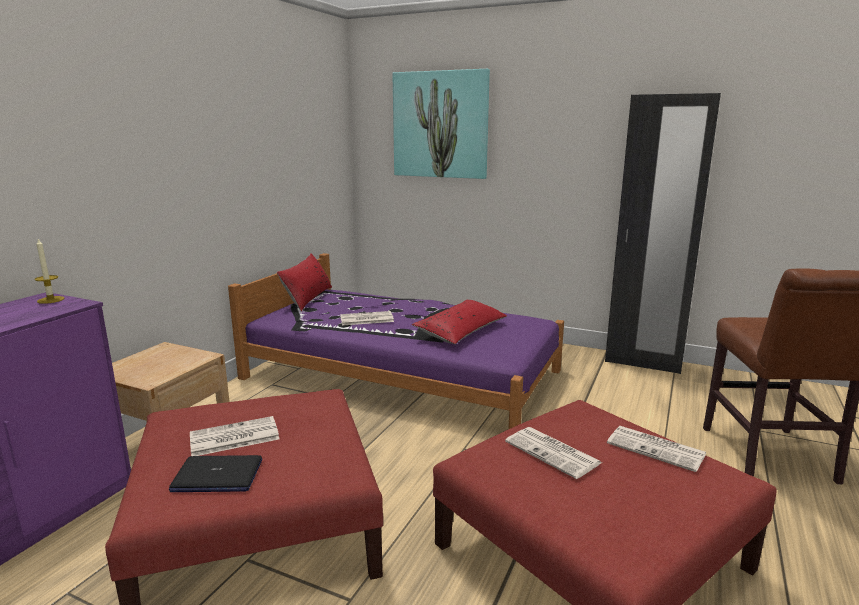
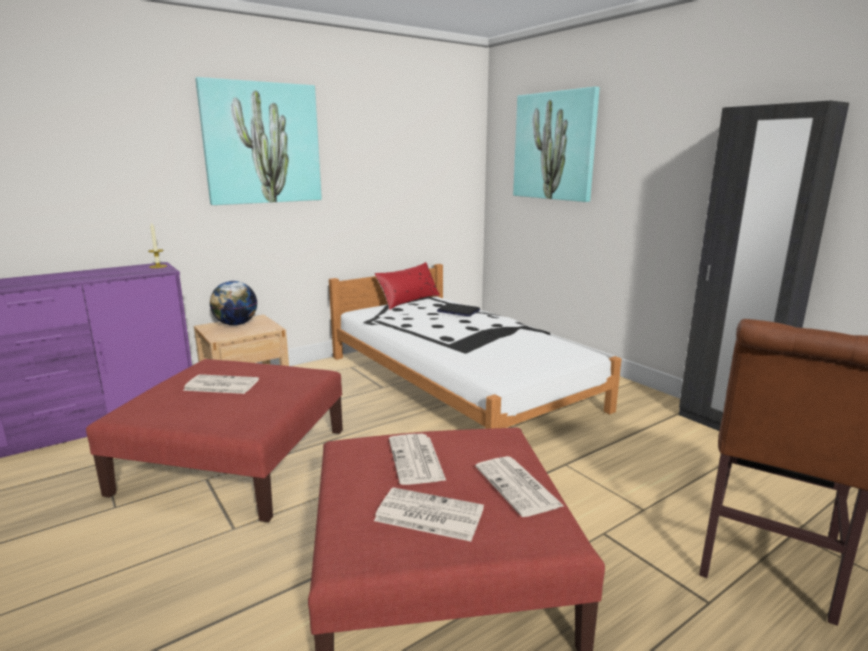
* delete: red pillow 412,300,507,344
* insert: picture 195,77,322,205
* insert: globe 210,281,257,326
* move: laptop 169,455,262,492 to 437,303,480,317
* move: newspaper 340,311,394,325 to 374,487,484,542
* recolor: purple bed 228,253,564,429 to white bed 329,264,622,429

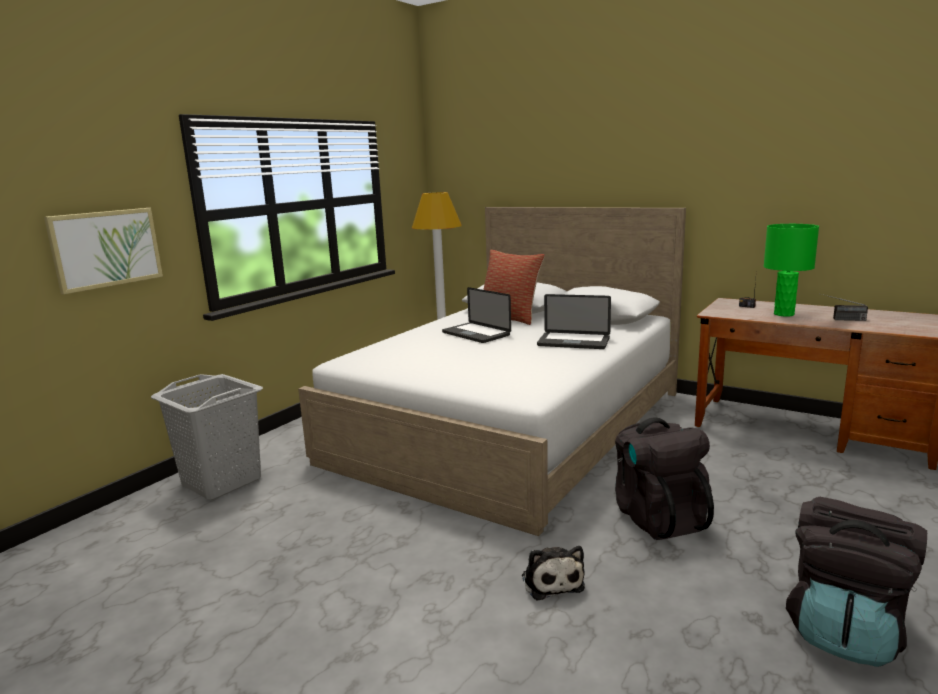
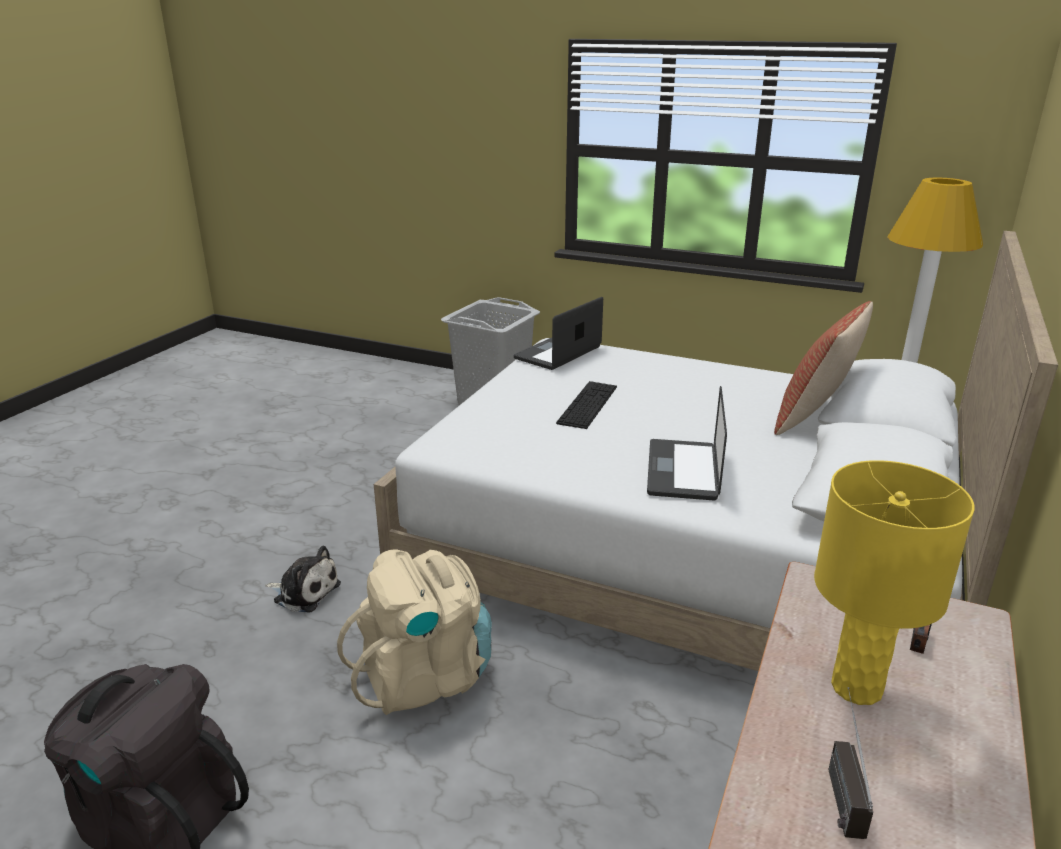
* delete: picture 44,208,163,294
* insert: keyboard 556,381,617,429
* move: laptop 442,287,511,343 to 514,297,603,370
* recolor: black backpack 615,418,714,540 to beige backpack 337,549,492,715
* recolor: green table lamp 764,224,819,317 to yellow table lamp 814,460,974,705
* rotate: plush toy 522,546,585,600 = 265,546,341,612 135 degrees counterclockwise

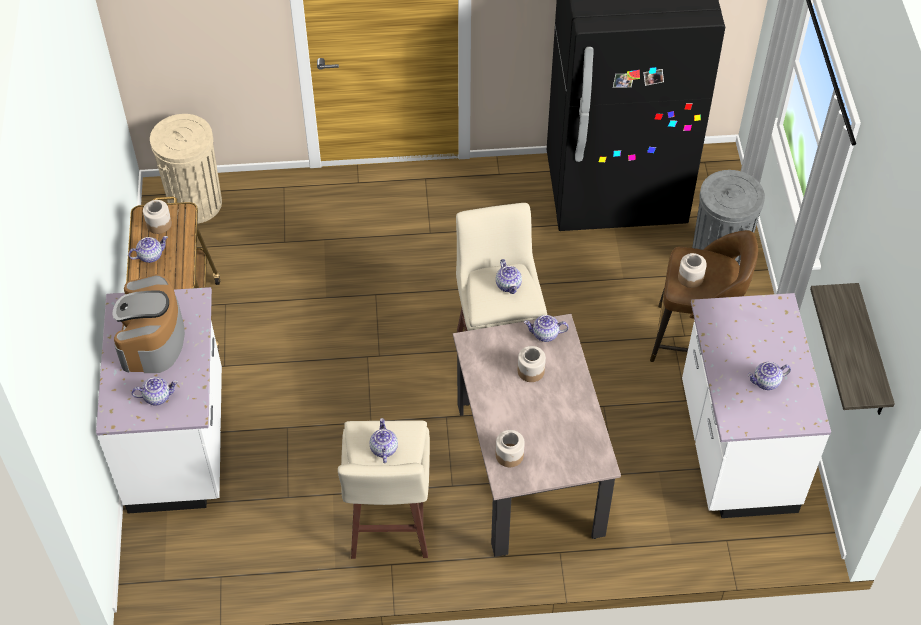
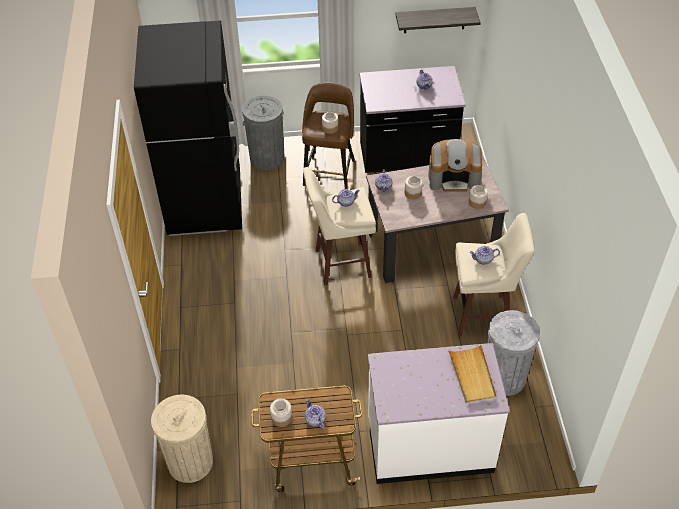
* insert: grey trash can 487,310,540,396
* move: coffee machine 113,274,185,373 to 428,139,482,192
* replace: teapot 131,377,178,405 to beige tray 448,345,496,403
* recolor: white counter 682,293,831,518 to black counter 359,66,466,173

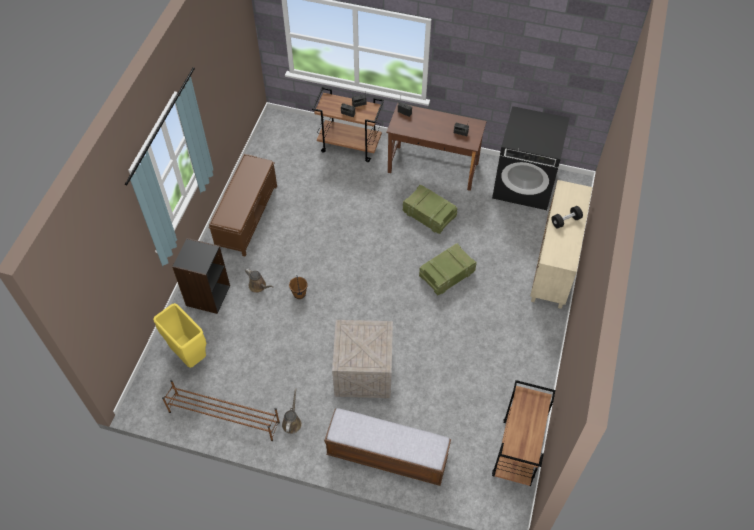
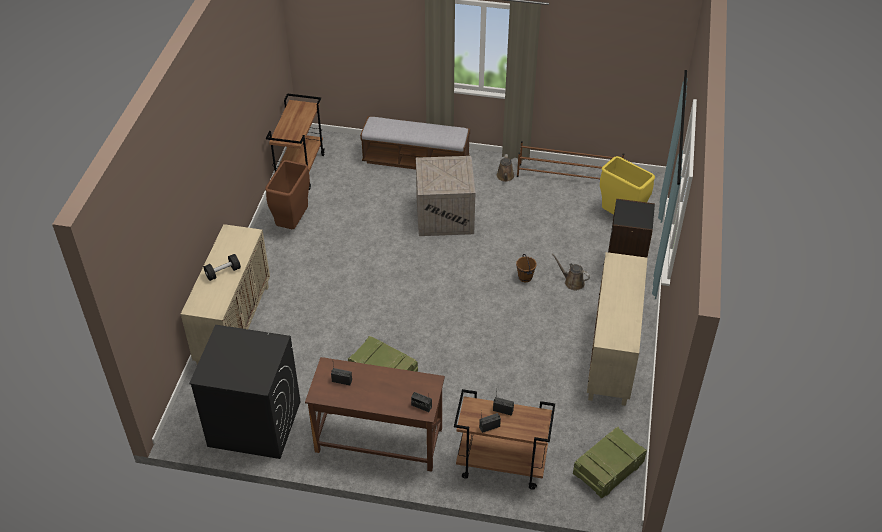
* insert: brown trash can 265,160,310,229
* move: crate 419,243,477,296 to 573,427,647,498
* replace: brown bench 208,154,277,257 to beige cabinet 587,252,648,406

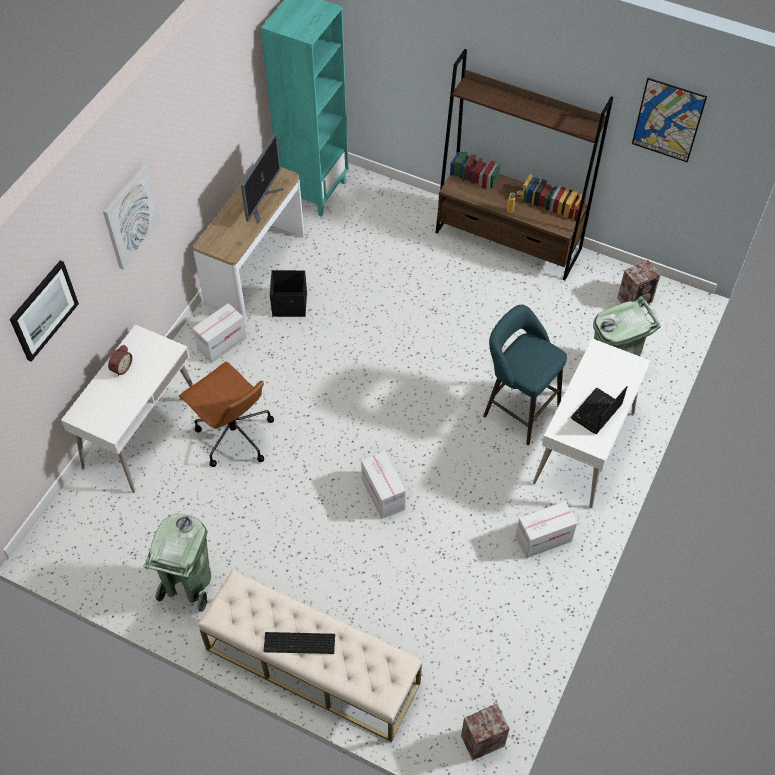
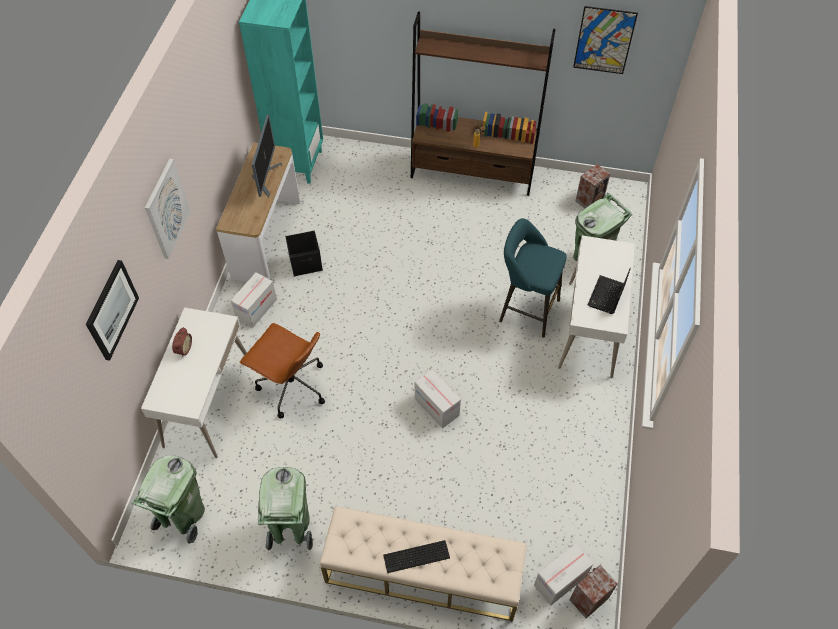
* insert: green trash can 132,455,205,544
* move: cardboard box 515,501,577,558 to 534,544,593,606

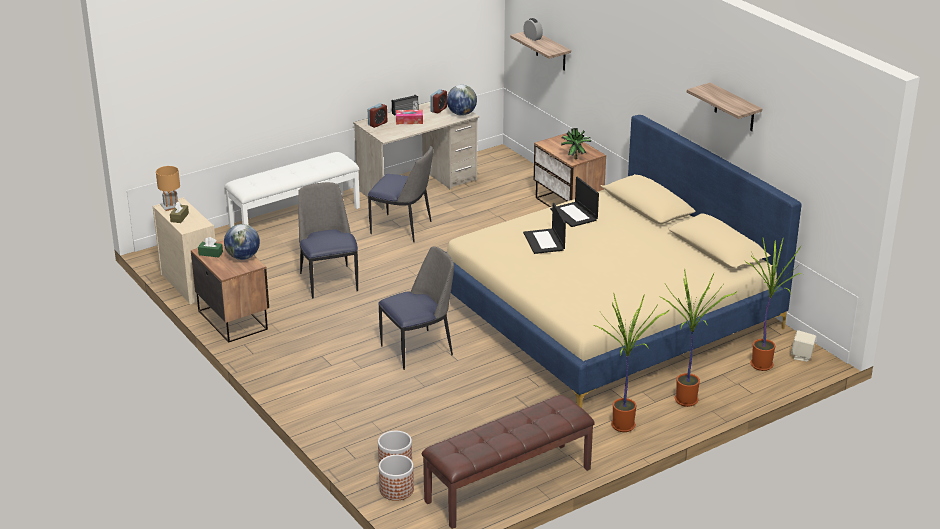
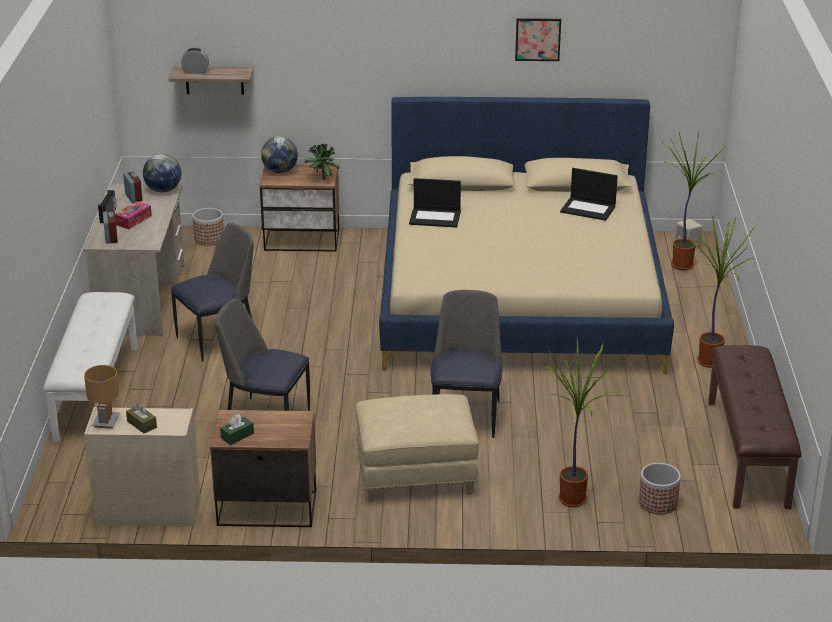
* insert: beige ottoman 356,394,479,502
* move: globe 224,224,260,260 to 261,136,298,173
* move: planter 379,455,414,501 to 192,208,224,246
* move: laptop 523,203,566,254 to 560,168,618,221
* move: potted plant 658,268,737,407 to 543,337,620,507
* replace: shelf 687,83,762,131 to picture 515,18,561,61

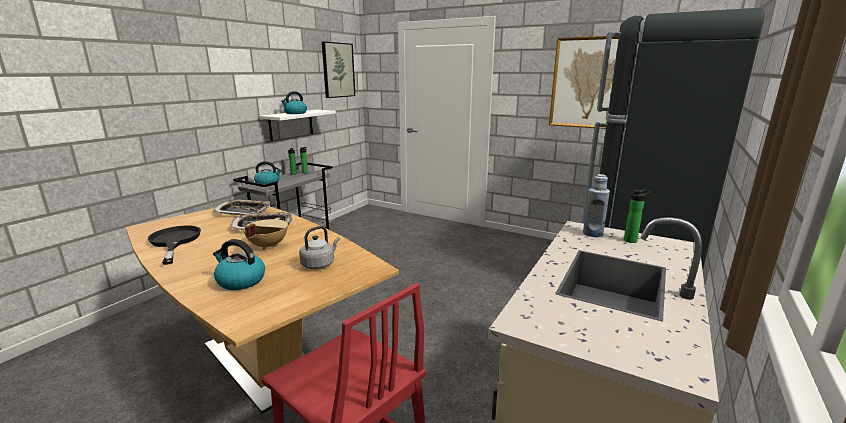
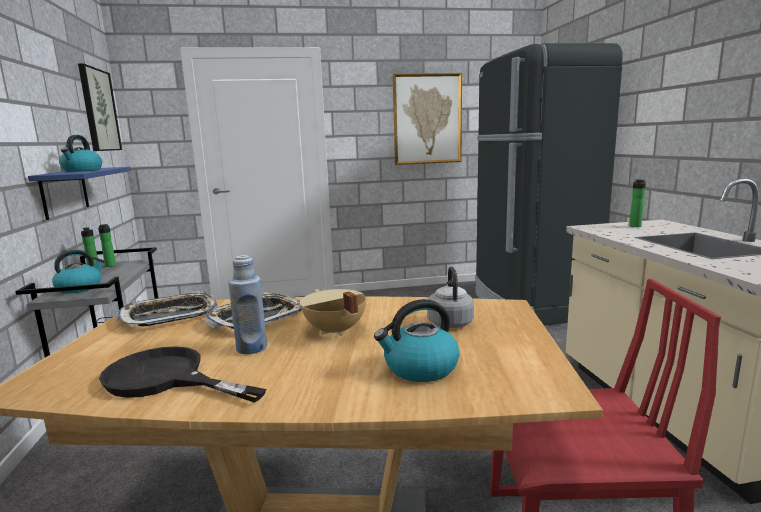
* move: blue bottle 583,174,610,237 to 228,255,267,354
* recolor: white shelf 260,110,336,141 to blue shelf 28,167,131,220

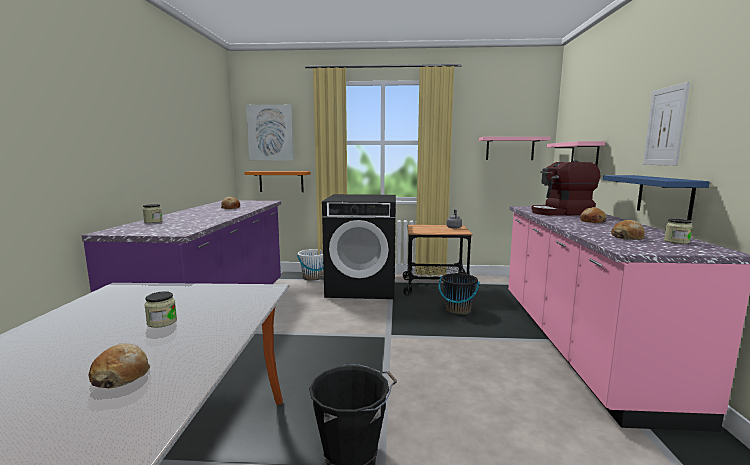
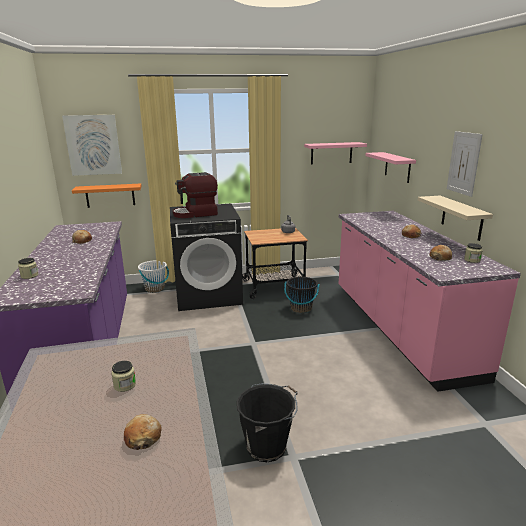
* move: coffee machine 531,161,600,216 to 173,172,218,218
* recolor: blue shelf 603,175,709,220 to beige shelf 418,196,493,241

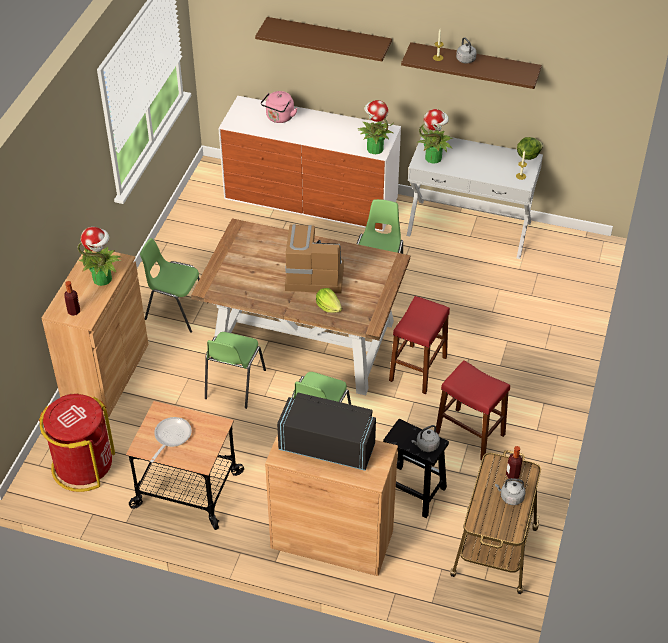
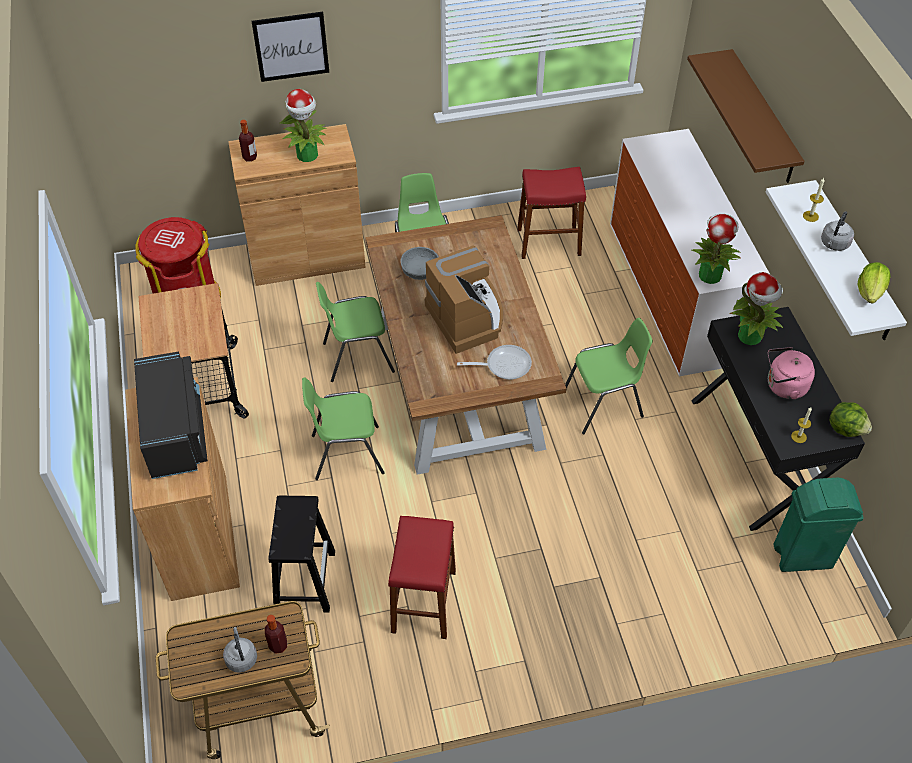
* delete: grey kettle 411,425,440,452
* insert: picture 251,12,329,82
* insert: grey bowl 400,247,439,280
* insert: green trash can 773,478,864,572
* move: frying pan 150,417,192,463 to 457,345,532,380
* move: pink kettle 261,91,298,123 to 768,347,815,399
* move: lettuce 316,288,342,313 to 858,262,890,304
* move: red stool 389,296,450,394 to 517,167,586,259
* recolor: brown shelf 401,42,542,89 to white shelf 766,180,907,340
* recolor: white console table 407,133,543,259 to black console table 691,307,865,531

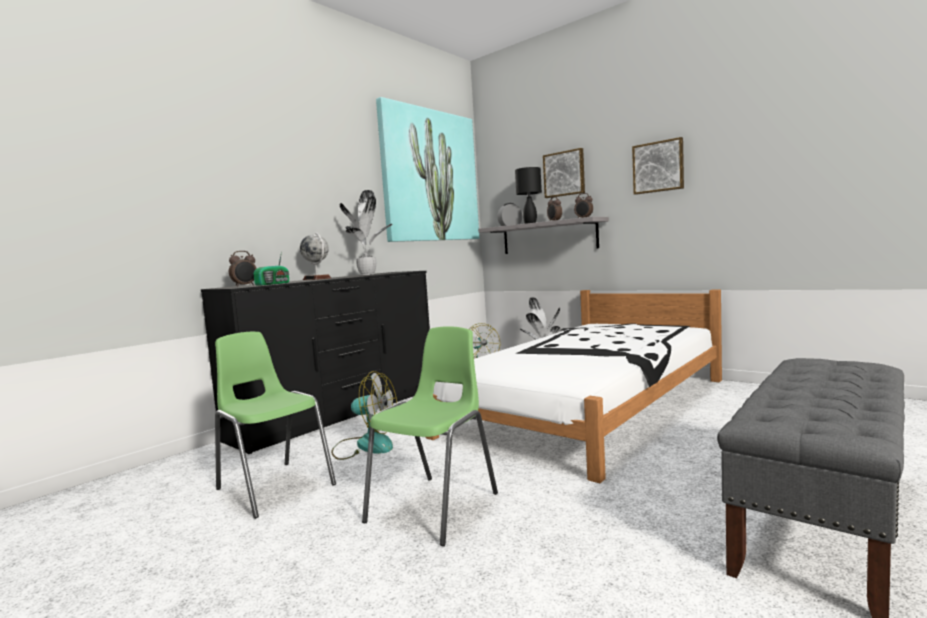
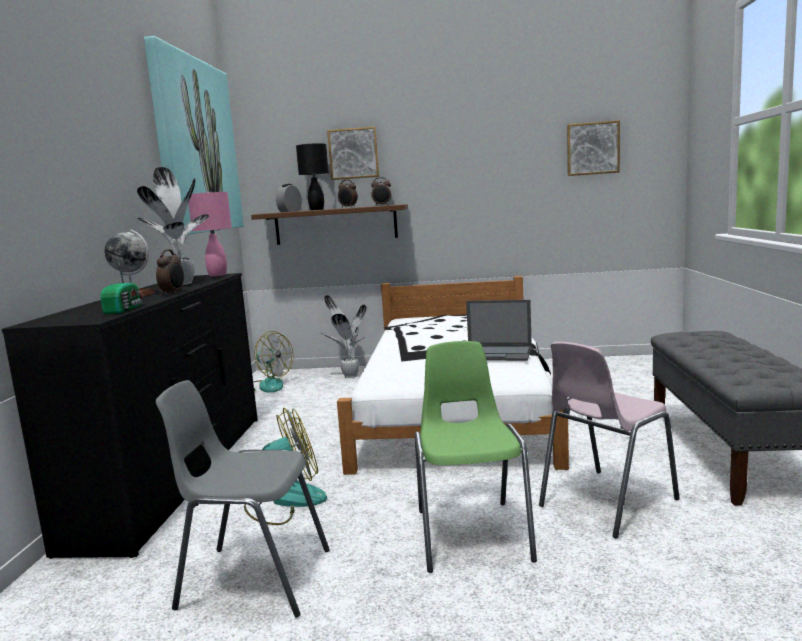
* insert: pink table lamp 189,192,232,276
* insert: laptop 466,300,532,361
* insert: pink chair 539,342,680,539
* move: alarm clock 229,251,257,287 to 156,249,184,294
* move: picture 632,137,684,195 to 567,120,620,176
* recolor: green chair 215,332,336,519 to grey chair 156,380,330,618
* recolor: grey shelf 478,217,609,254 to brown shelf 251,204,408,245

